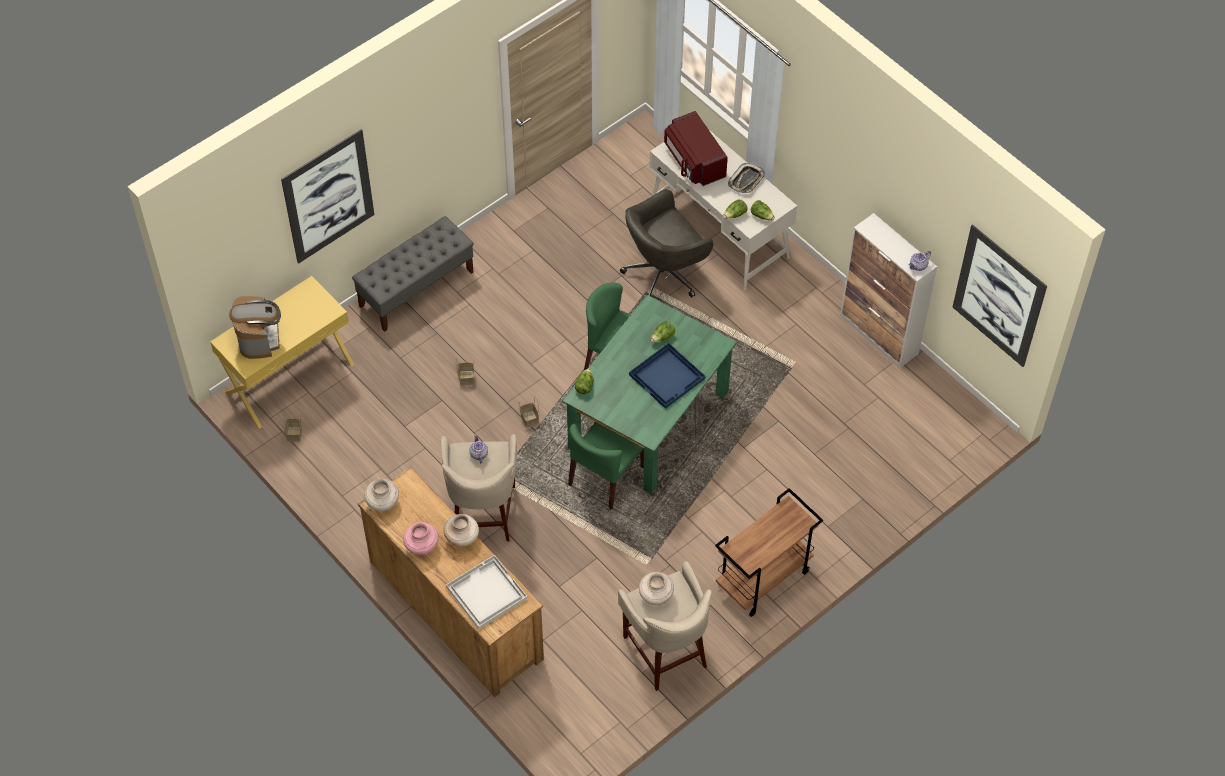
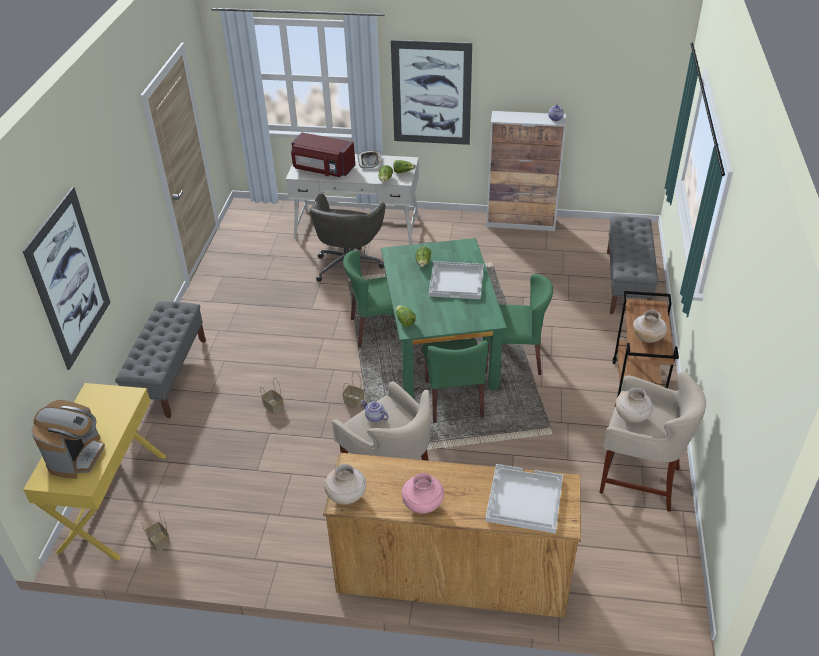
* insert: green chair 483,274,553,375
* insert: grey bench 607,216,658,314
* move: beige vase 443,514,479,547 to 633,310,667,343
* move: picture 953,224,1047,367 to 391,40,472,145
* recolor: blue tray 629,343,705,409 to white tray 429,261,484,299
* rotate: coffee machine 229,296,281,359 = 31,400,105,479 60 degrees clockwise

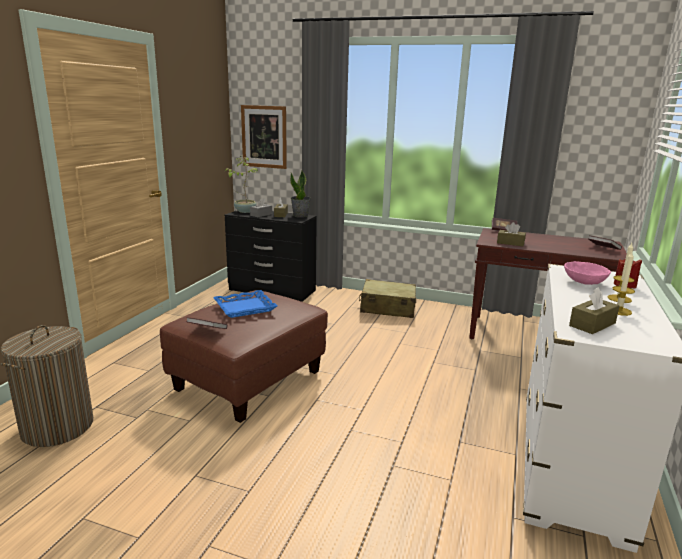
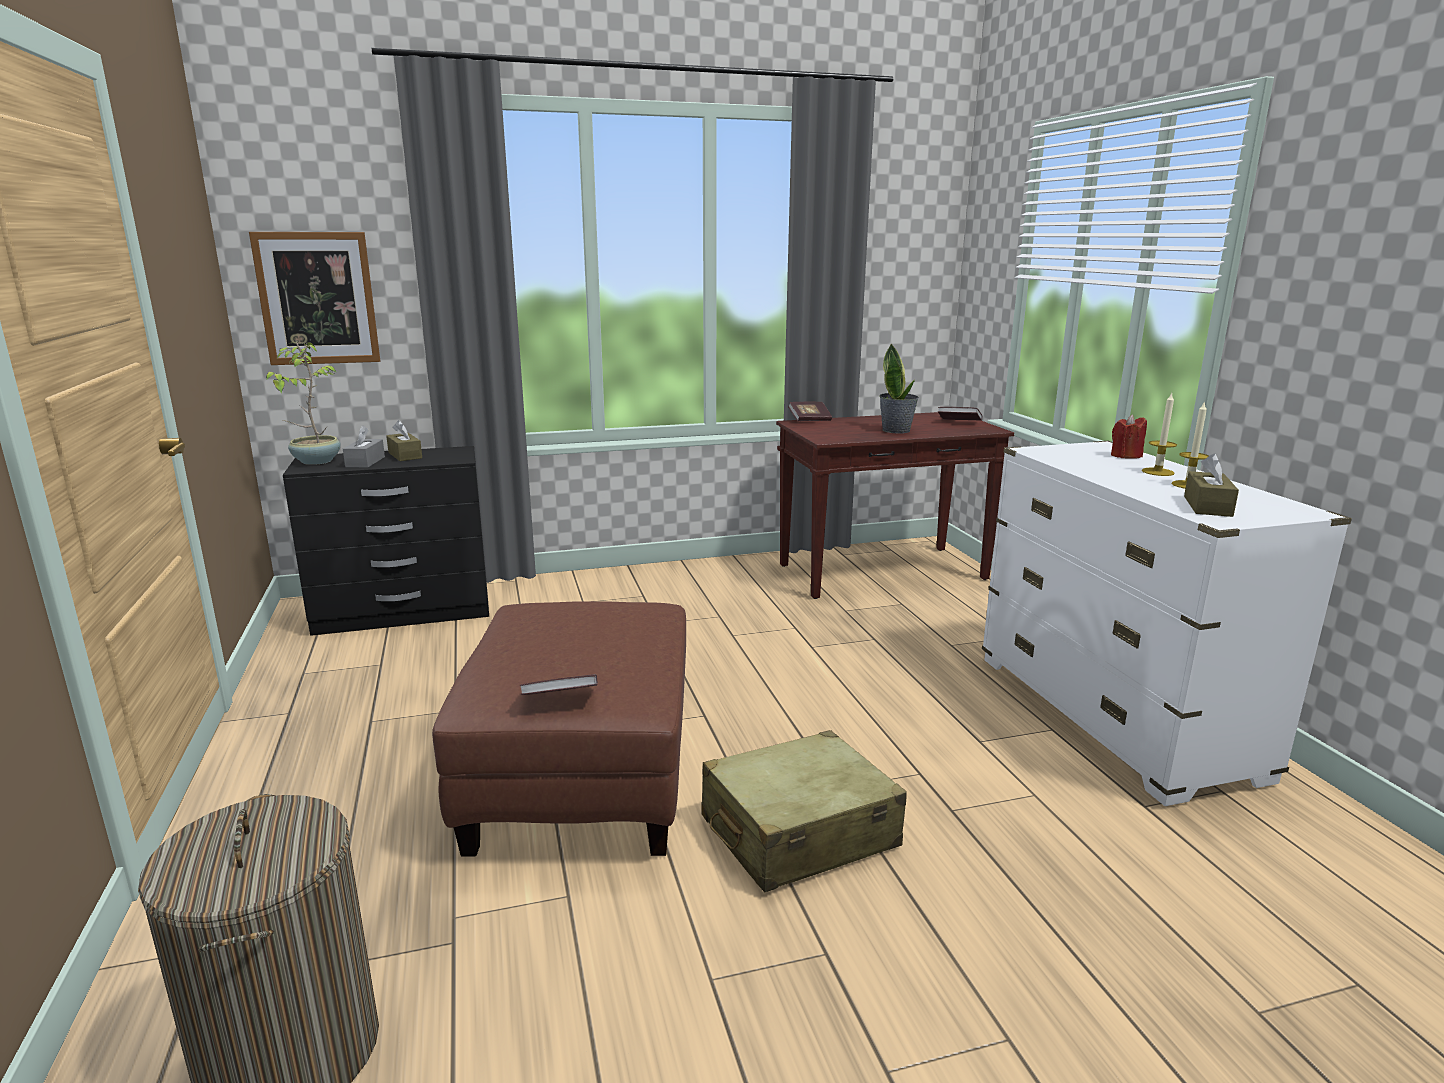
* delete: blue tray 213,290,277,318
* delete: brown tissue box 497,222,526,246
* delete: pink bowl 564,261,611,285
* move: potted plant 290,171,311,218 to 879,343,919,434
* move: beige suitcase 359,279,416,318 to 701,730,907,892

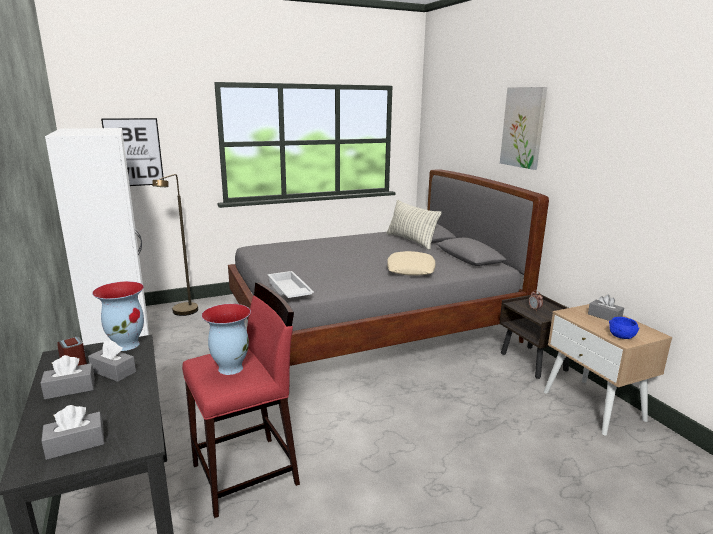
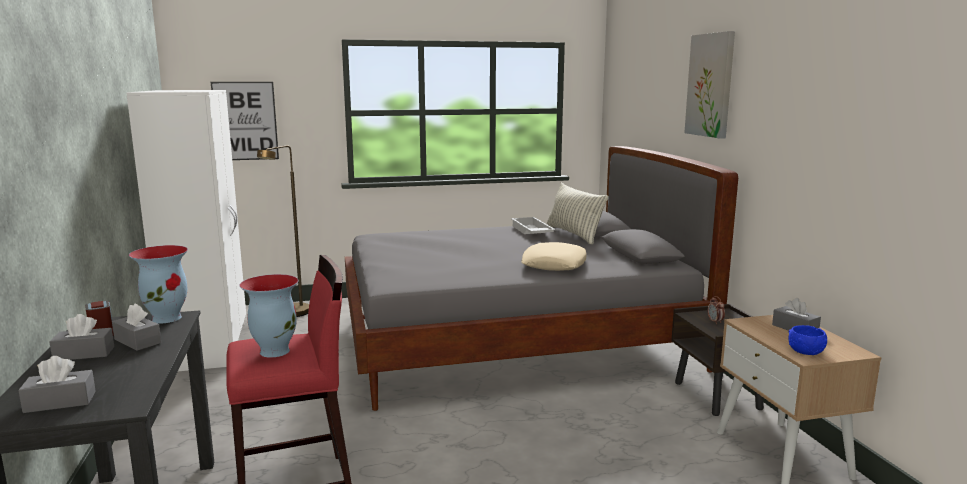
* move: white tray 267,271,314,298 to 511,217,556,234

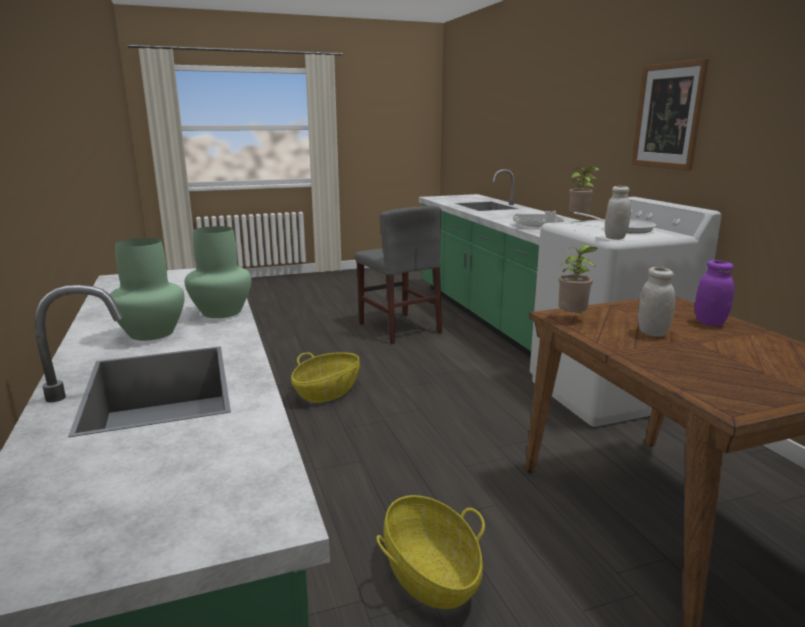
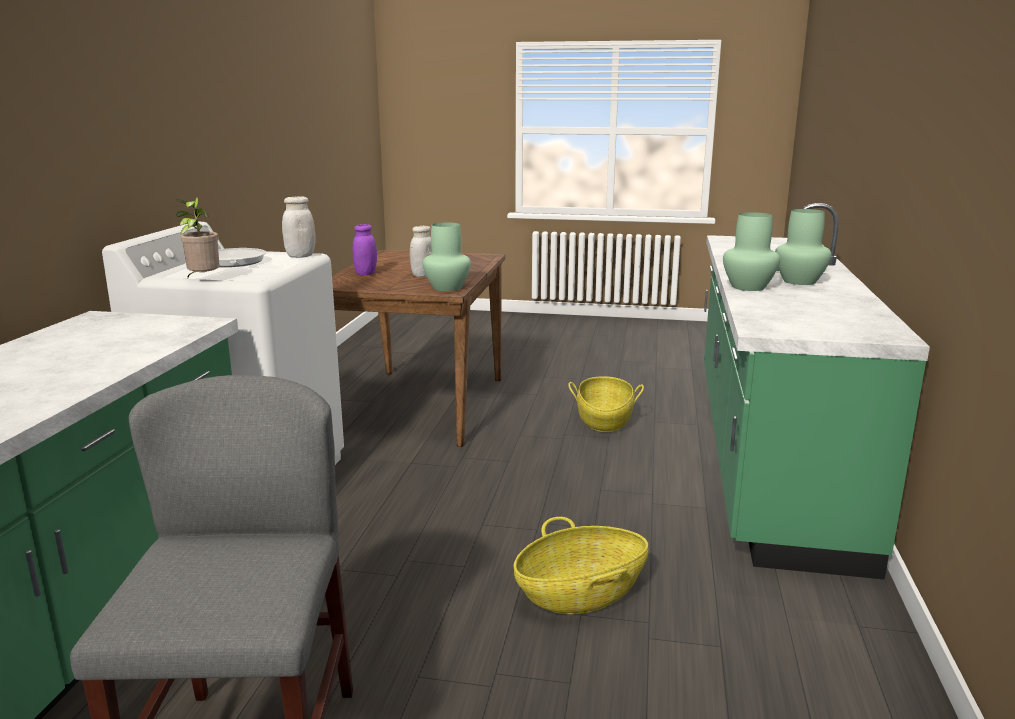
* delete: white tray 513,211,564,227
* delete: picture 631,58,709,170
* replace: potted plant 558,245,598,314 to green vase 423,222,471,291

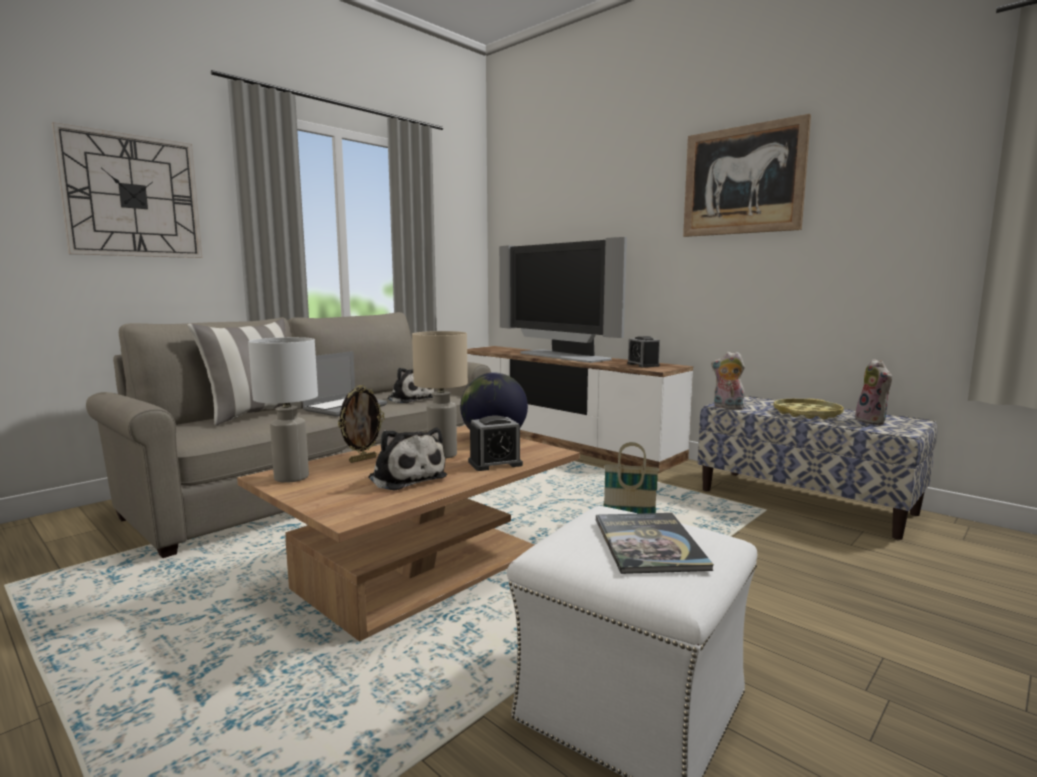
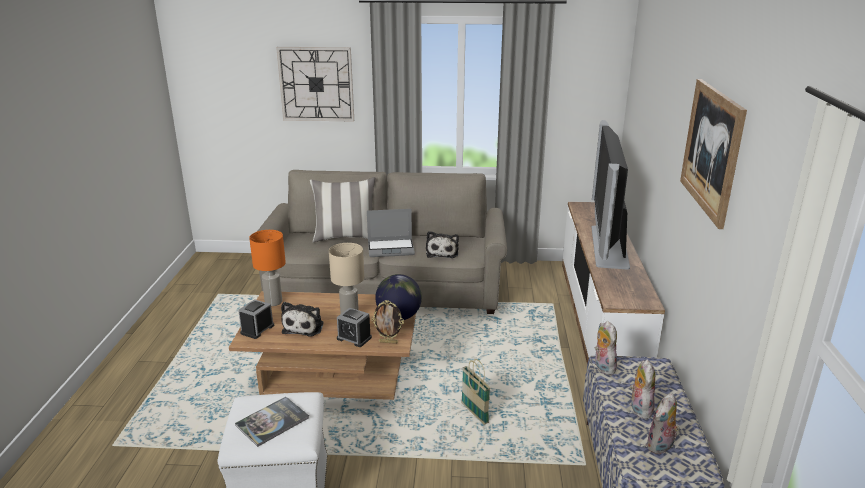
* move: picture frame 338,385,385,463 to 372,300,404,344
* move: alarm clock 627,336,660,368 to 238,299,274,339
* replace: yellow tray 773,399,844,419 to plush toy 630,359,655,420
* recolor: white table lamp 248,337,318,483 to orange table lamp 249,230,286,306

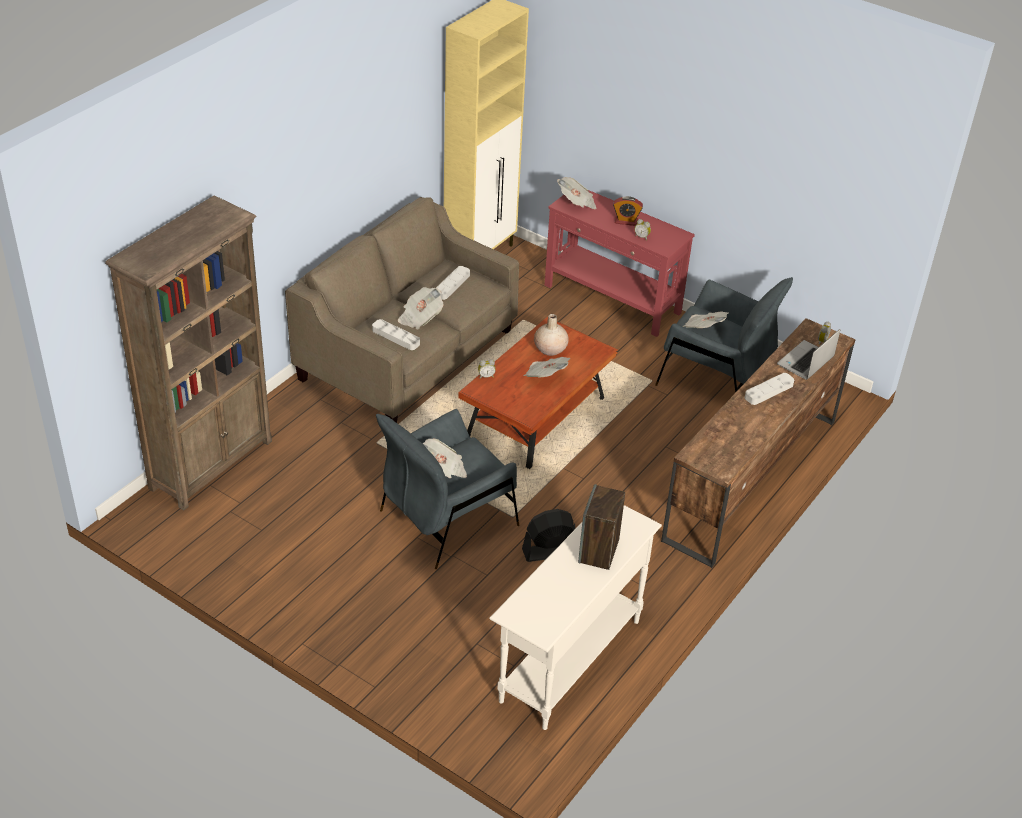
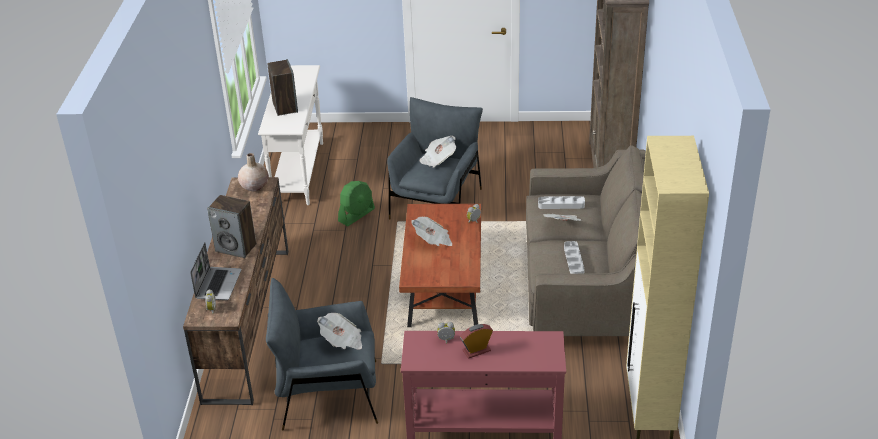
* delete: newspaper 557,177,597,209
* move: beige vase 534,314,569,356 to 238,153,269,192
* replace: grey tray 745,373,794,405 to speaker 207,195,256,258
* recolor: black fan 522,509,575,562 to green fan 338,181,375,226

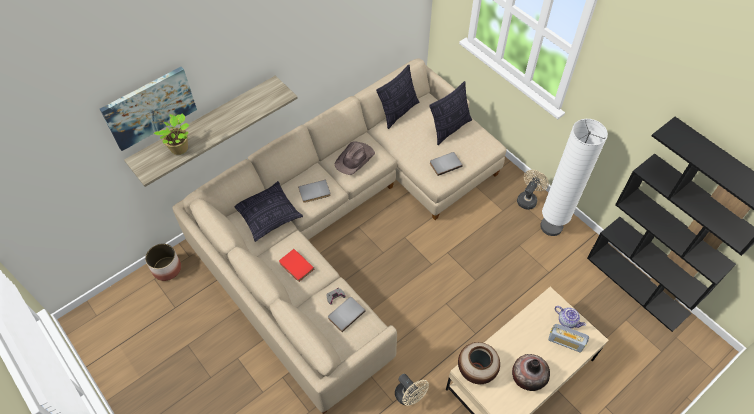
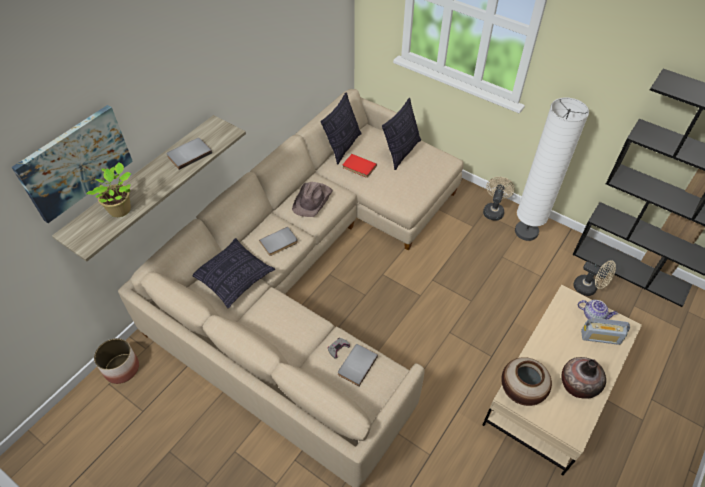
* move: red book 279,249,314,282 to 343,154,377,178
* move: beige fan 395,374,429,406 to 573,260,616,296
* move: grey book 430,152,463,176 to 166,138,212,170

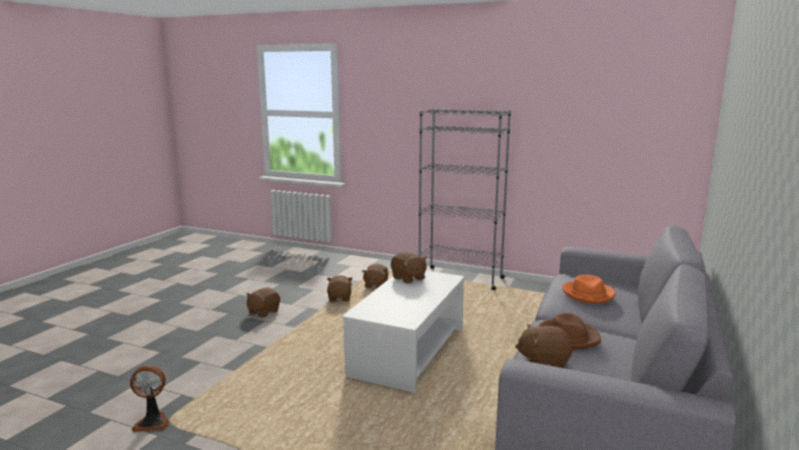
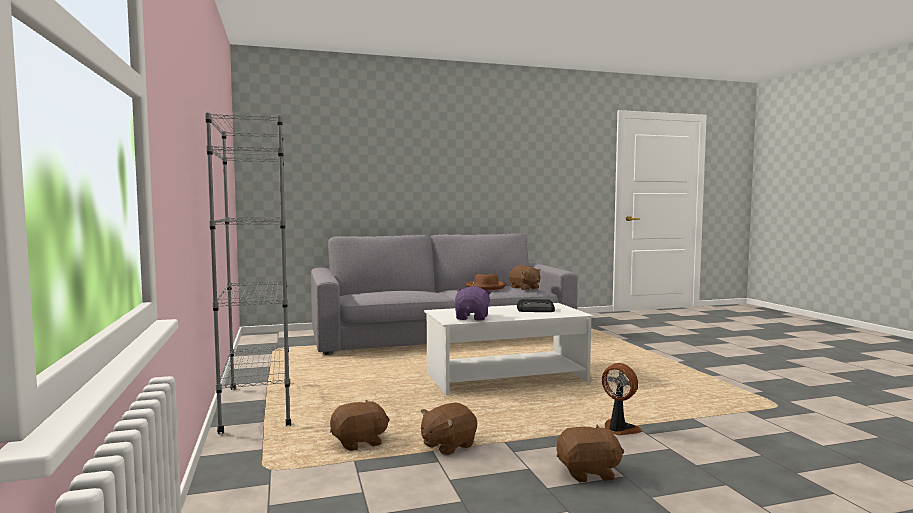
* delete: orange hat 562,275,616,304
* insert: radio 517,299,555,312
* move: fan 130,365,169,432 to 602,363,642,435
* recolor: brown plush toy 391,251,427,284 to purple plush toy 454,286,492,321

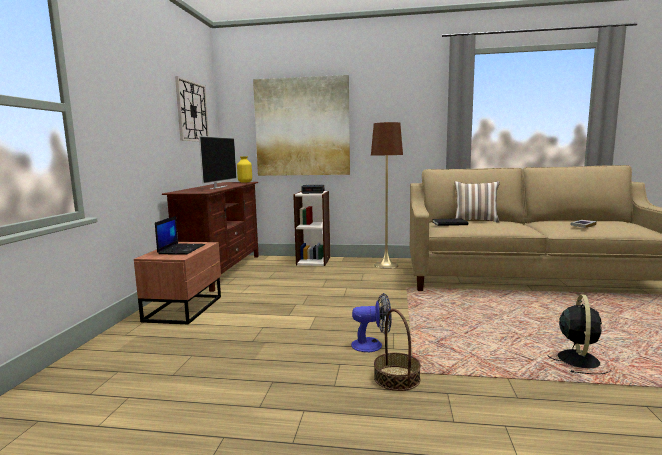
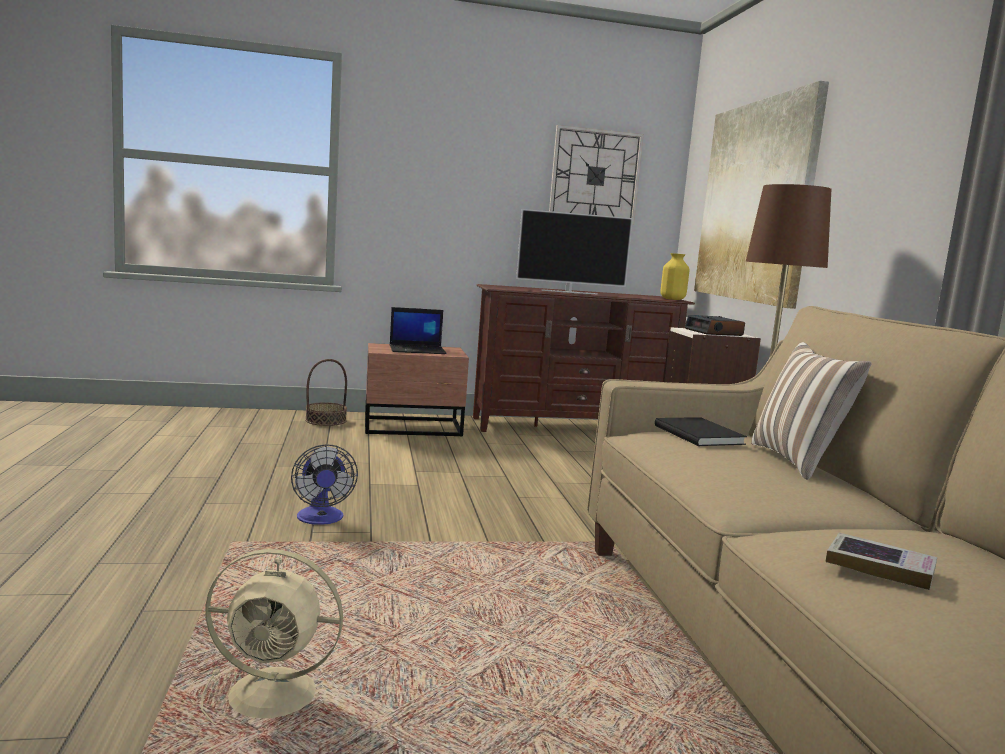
* move: basket 374,309,421,391 to 305,359,347,426
* recolor: black fan 547,294,610,374 to beige fan 201,549,343,724

